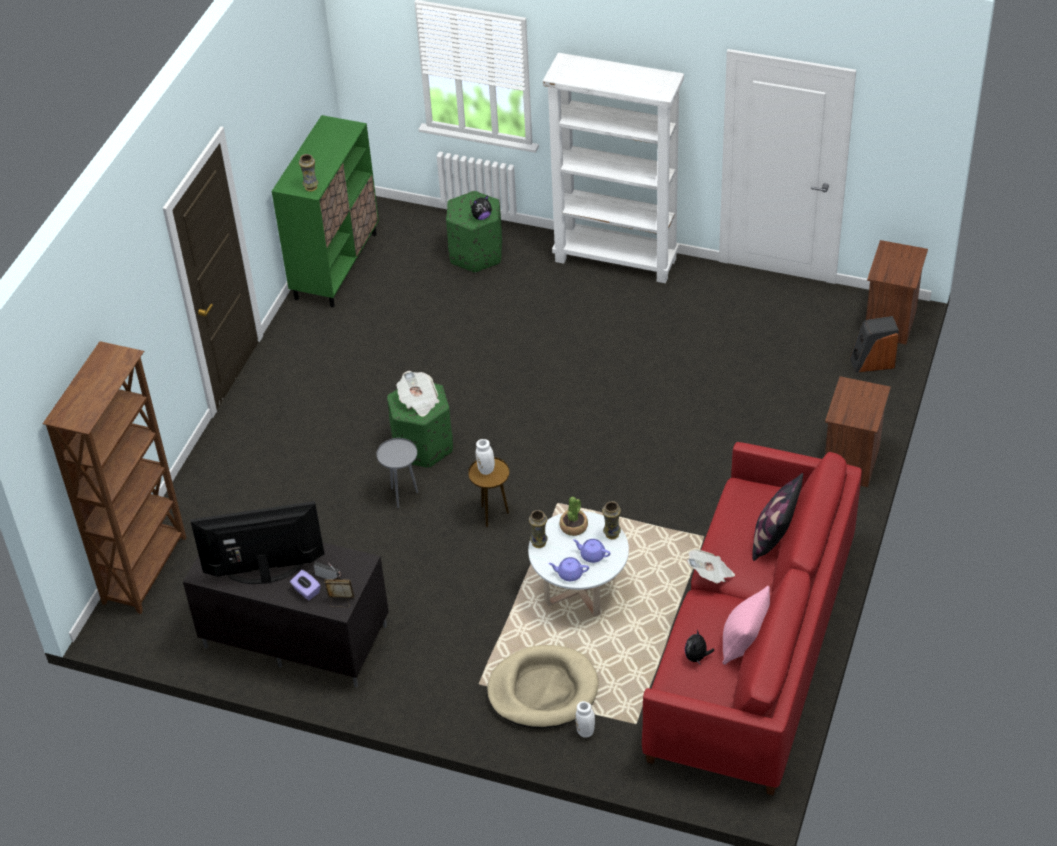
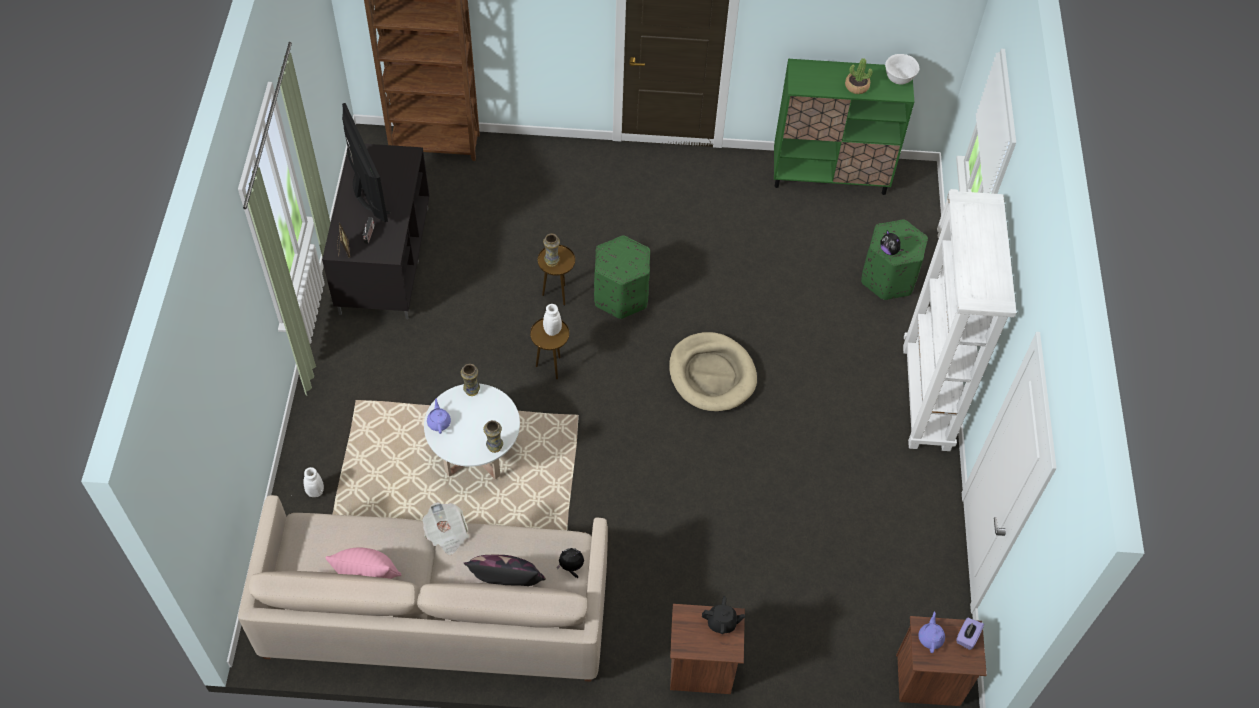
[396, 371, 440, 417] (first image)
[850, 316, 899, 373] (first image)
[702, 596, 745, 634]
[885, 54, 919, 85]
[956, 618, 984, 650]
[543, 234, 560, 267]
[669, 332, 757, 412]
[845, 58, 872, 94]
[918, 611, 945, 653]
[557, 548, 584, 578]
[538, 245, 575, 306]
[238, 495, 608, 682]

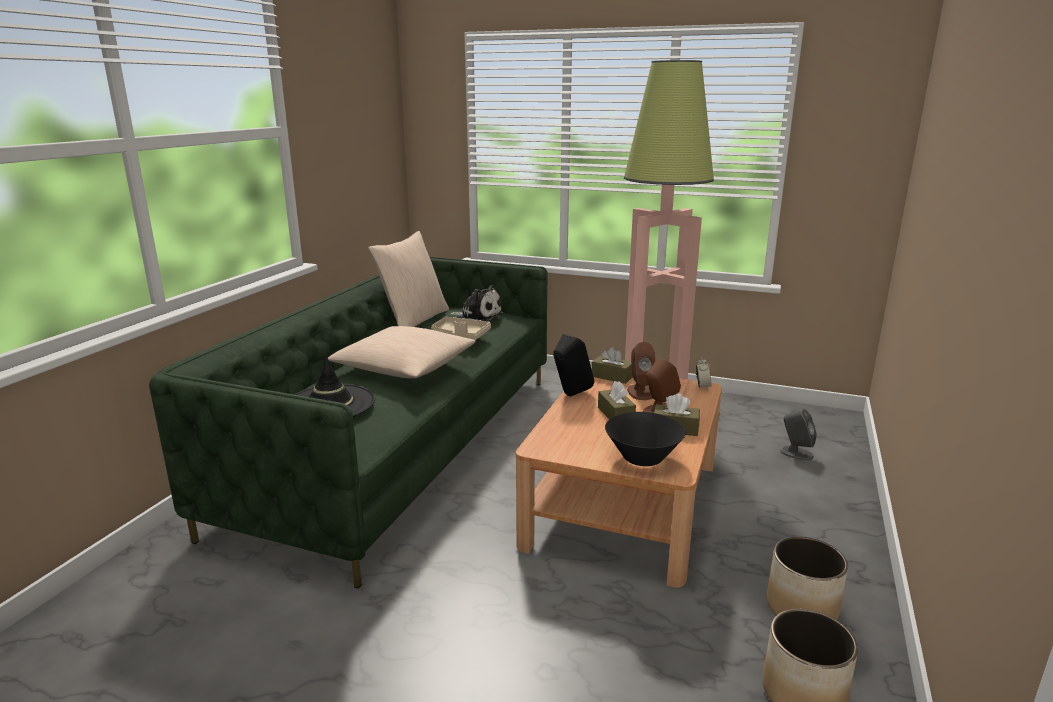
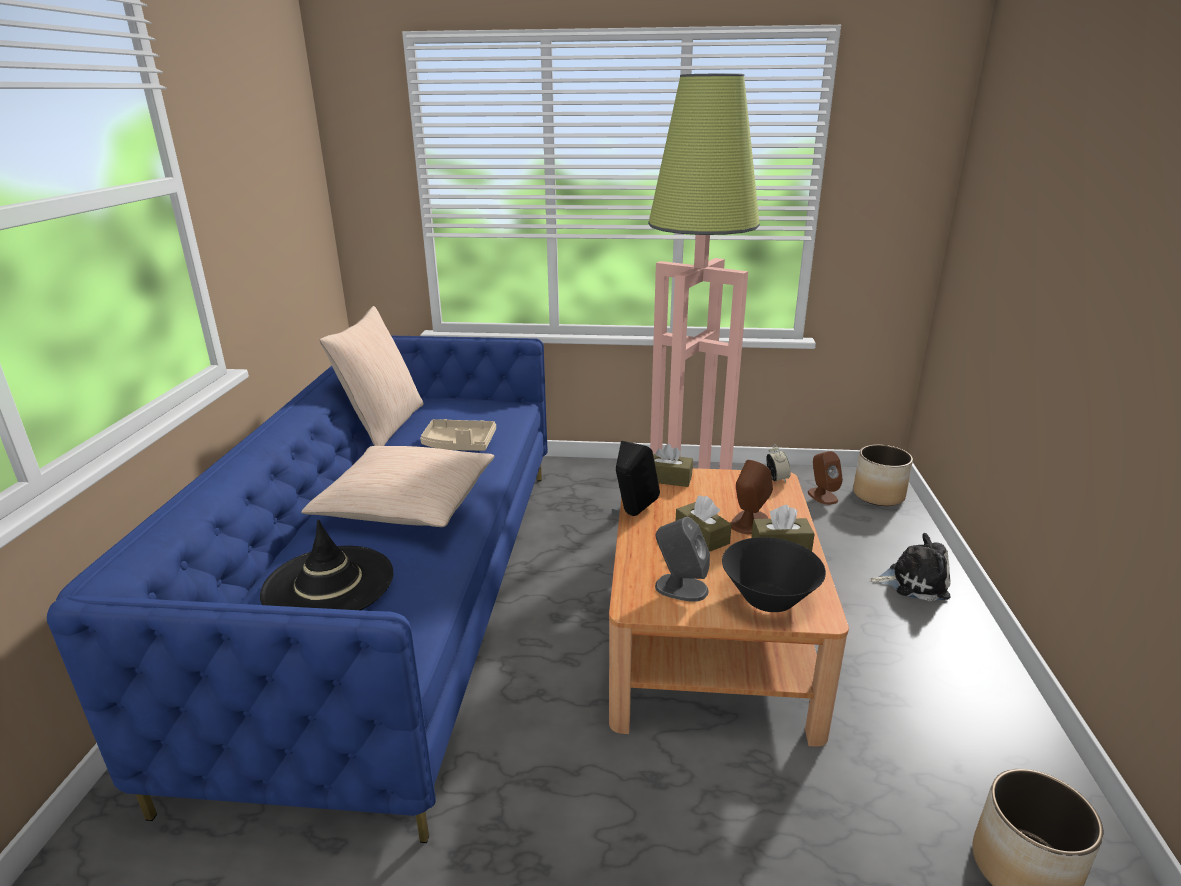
[869, 533, 951, 601]
[808, 451, 843, 505]
[853, 445, 913, 506]
[655, 517, 710, 602]
[47, 336, 548, 843]

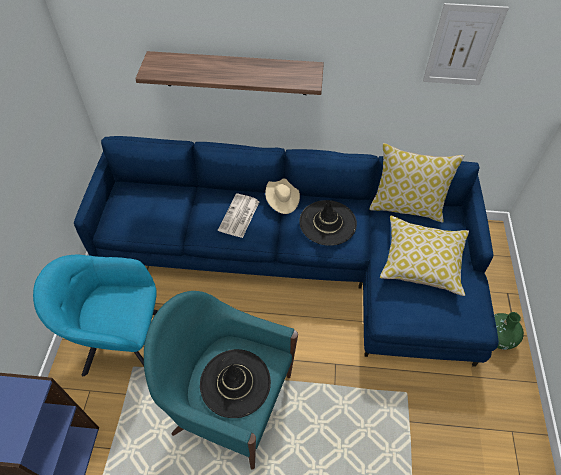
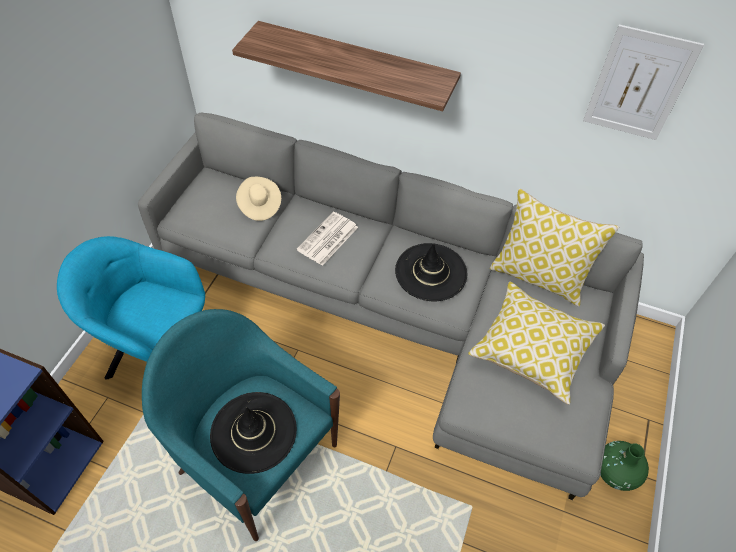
[236, 177, 281, 221]
[138, 113, 644, 500]

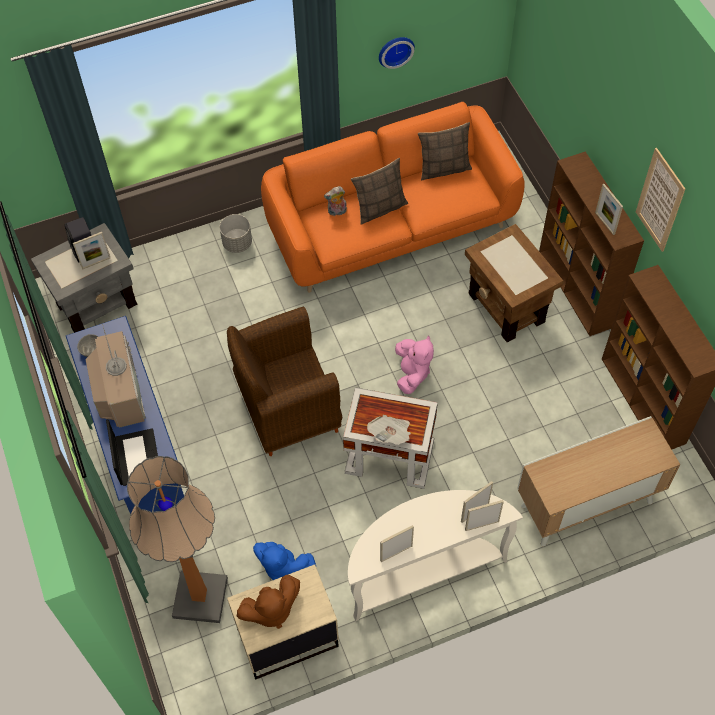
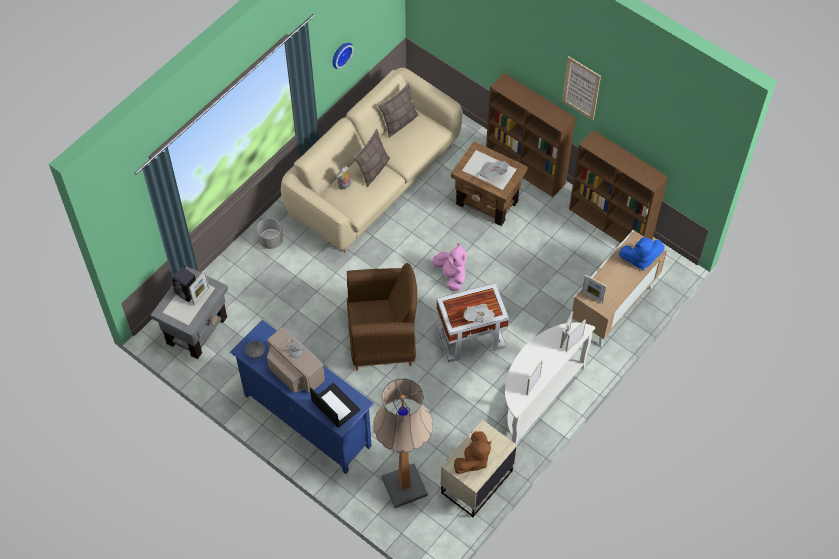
[478, 161, 509, 180]
[619, 237, 665, 271]
[582, 274, 607, 304]
[281, 68, 463, 253]
[347, 263, 417, 371]

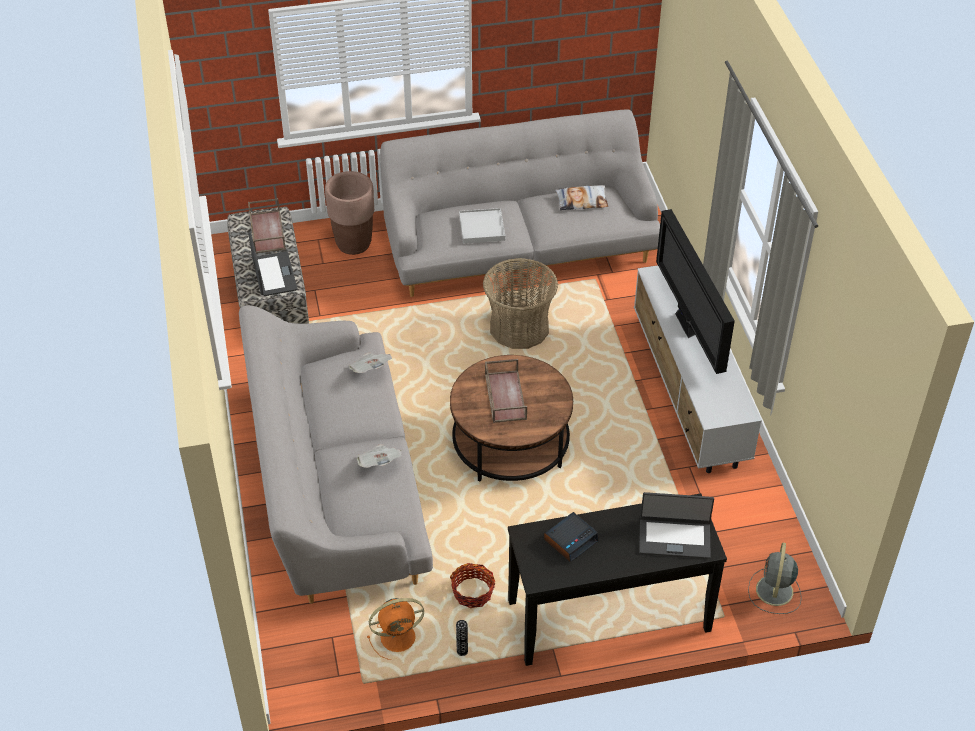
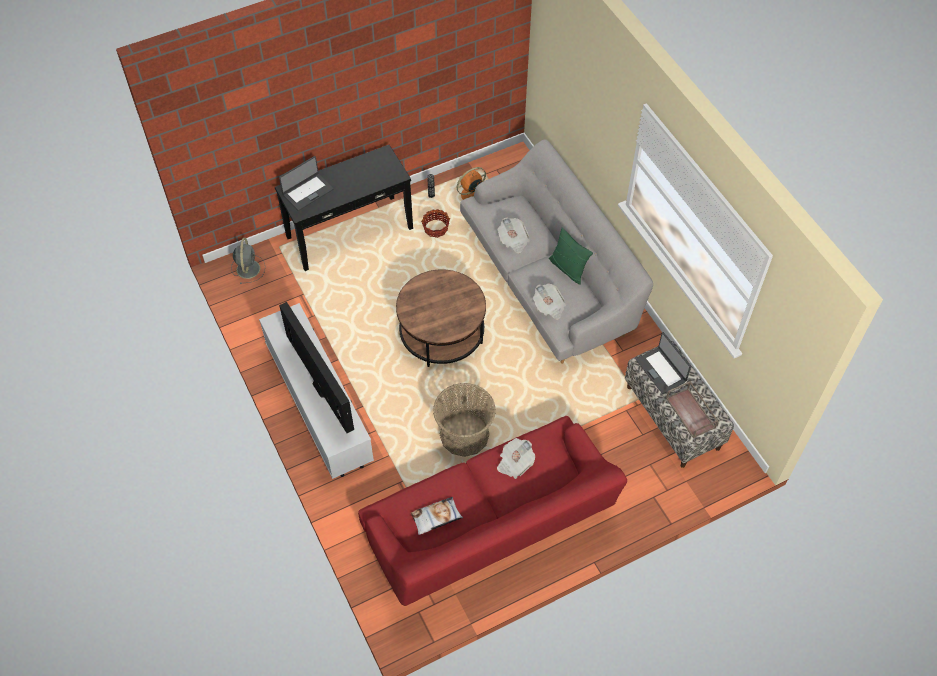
[325, 171, 374, 255] (first image)
[485, 359, 527, 423] (first image)
[544, 512, 599, 563] (first image)
[549, 228, 593, 285]
[497, 438, 535, 479]
[358, 416, 627, 606]
[279, 156, 334, 211]

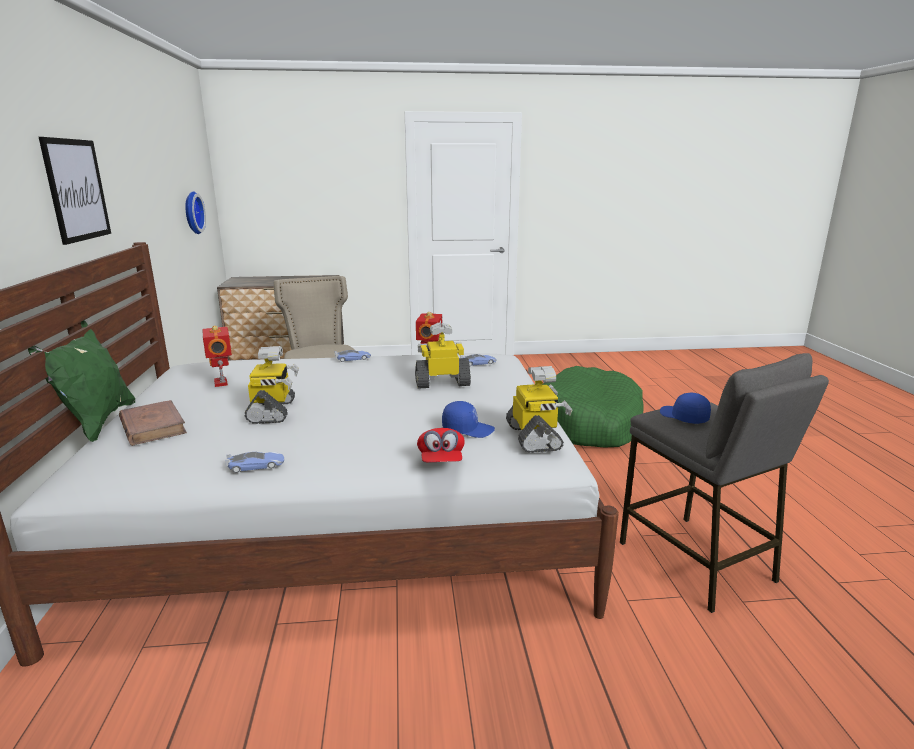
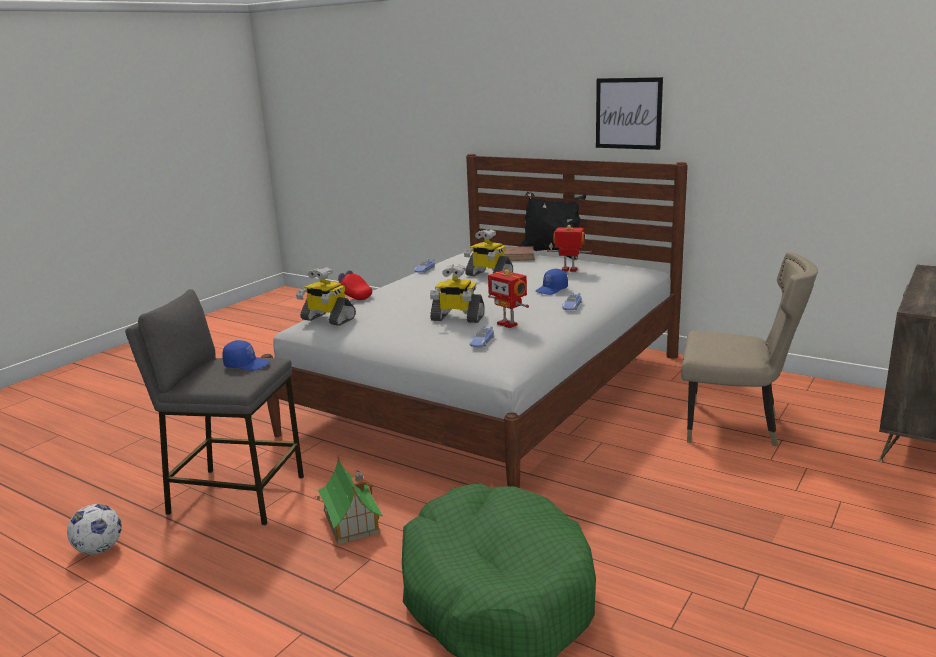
[185, 191, 206, 234] (first image)
[67, 504, 122, 555]
[317, 457, 383, 544]
[536, 269, 568, 295]
[519, 192, 586, 260]
[430, 264, 485, 323]

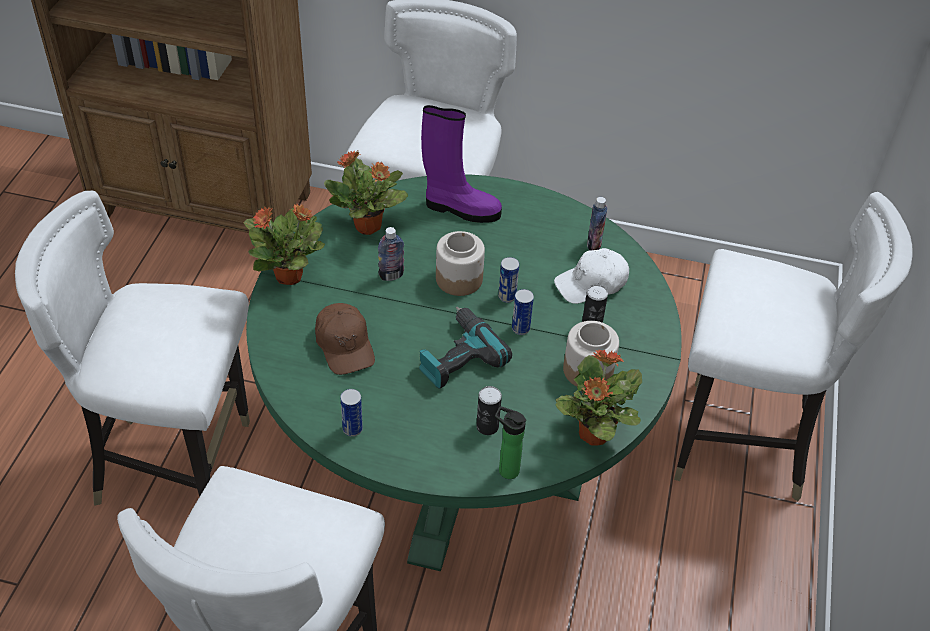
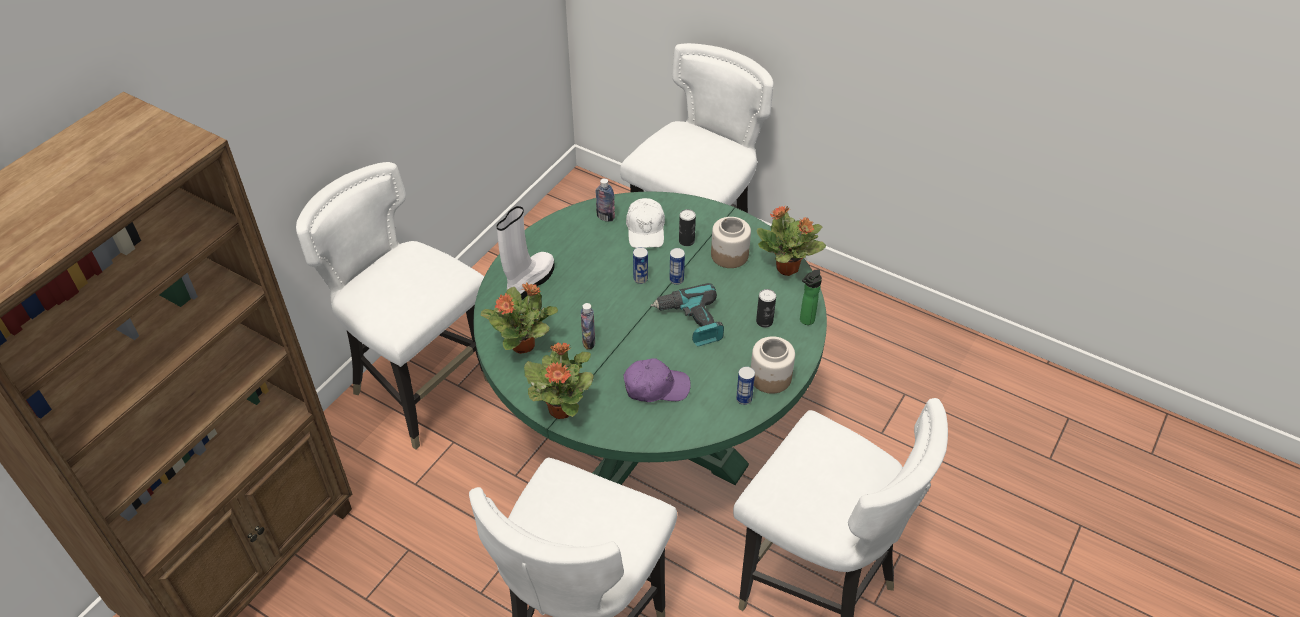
[751, 336, 795, 394]
[624, 358, 691, 402]
[497, 206, 555, 300]

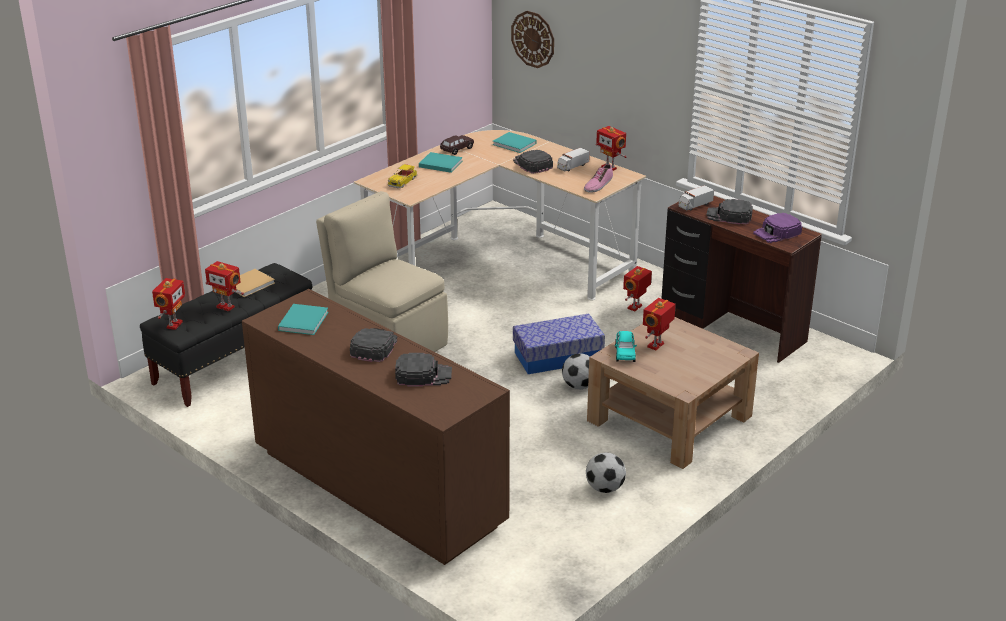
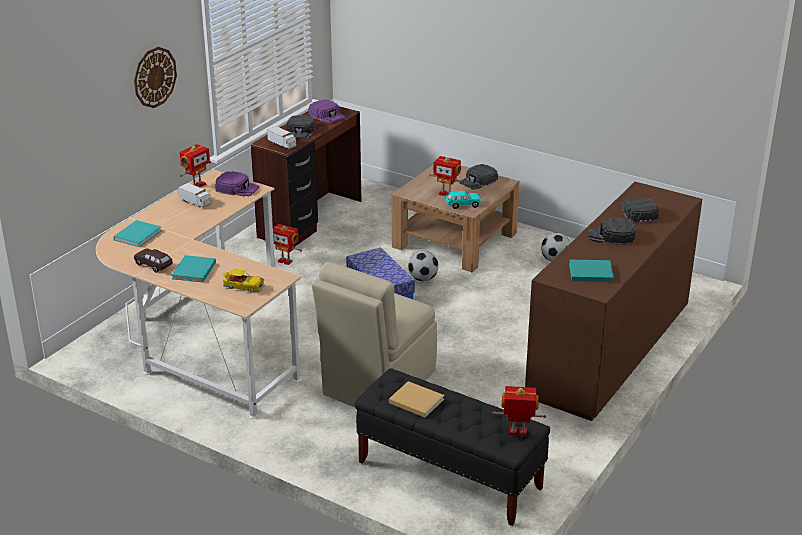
[205, 261, 244, 311] (first image)
[134, 47, 177, 108]
[459, 164, 498, 190]
[215, 171, 259, 196]

